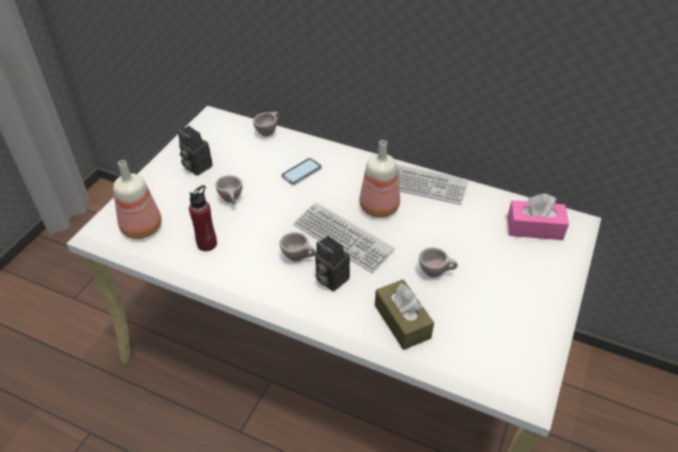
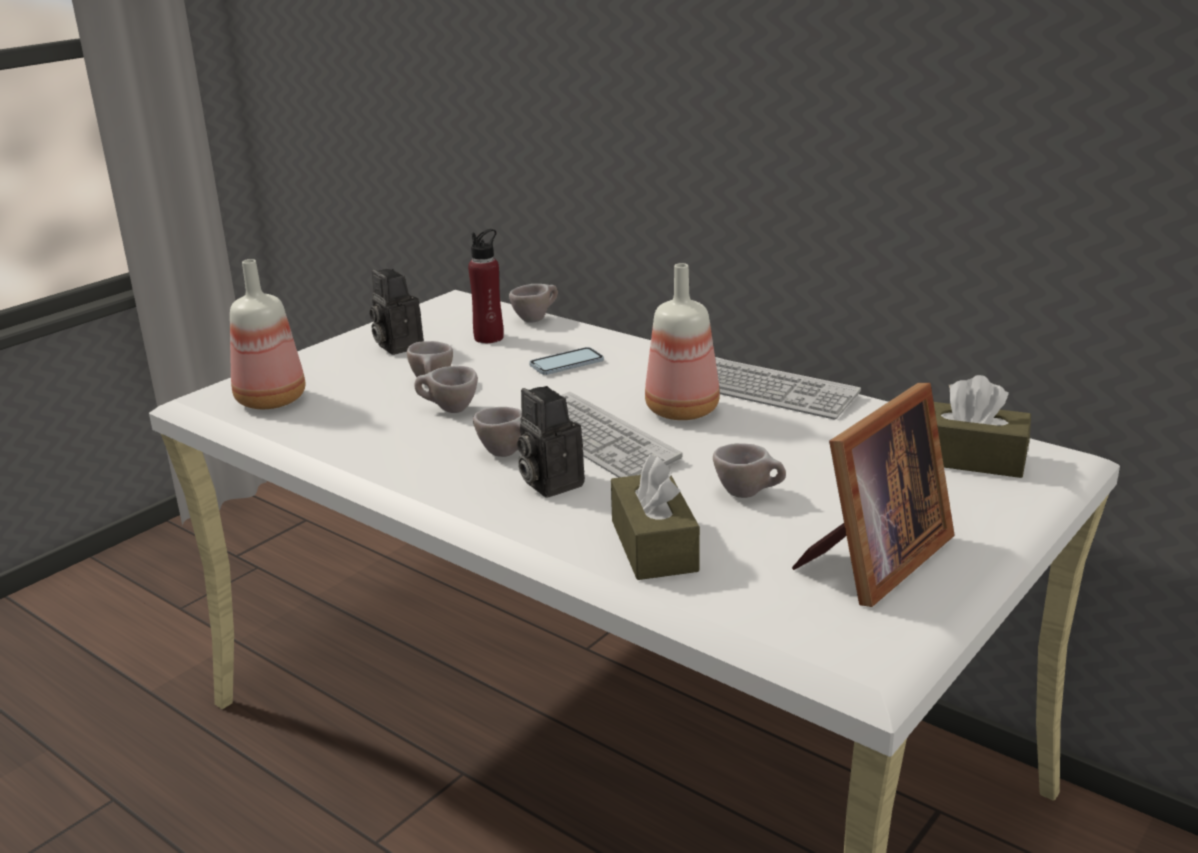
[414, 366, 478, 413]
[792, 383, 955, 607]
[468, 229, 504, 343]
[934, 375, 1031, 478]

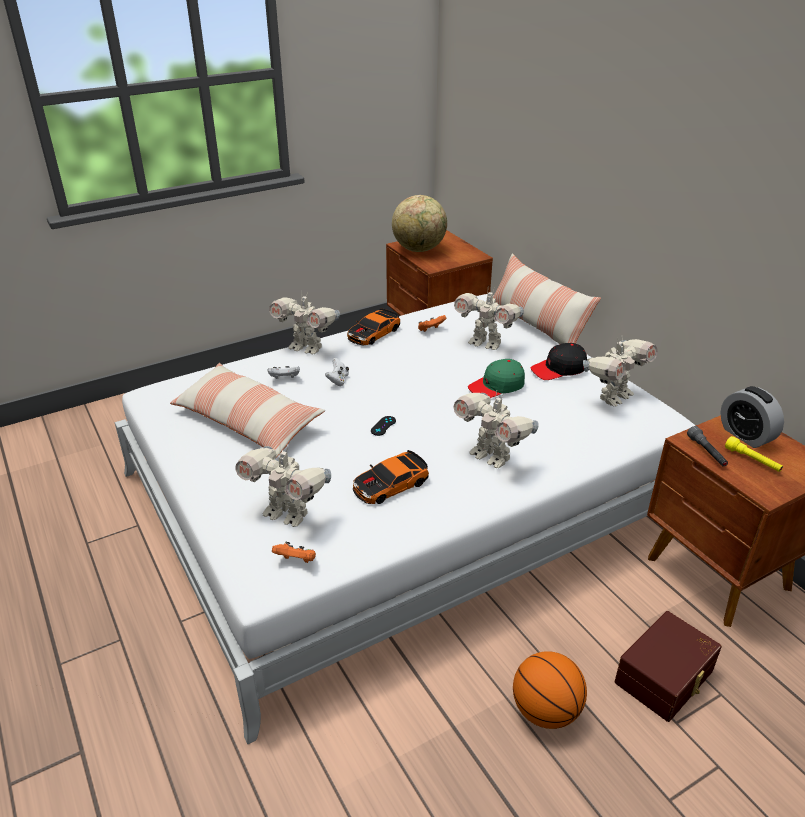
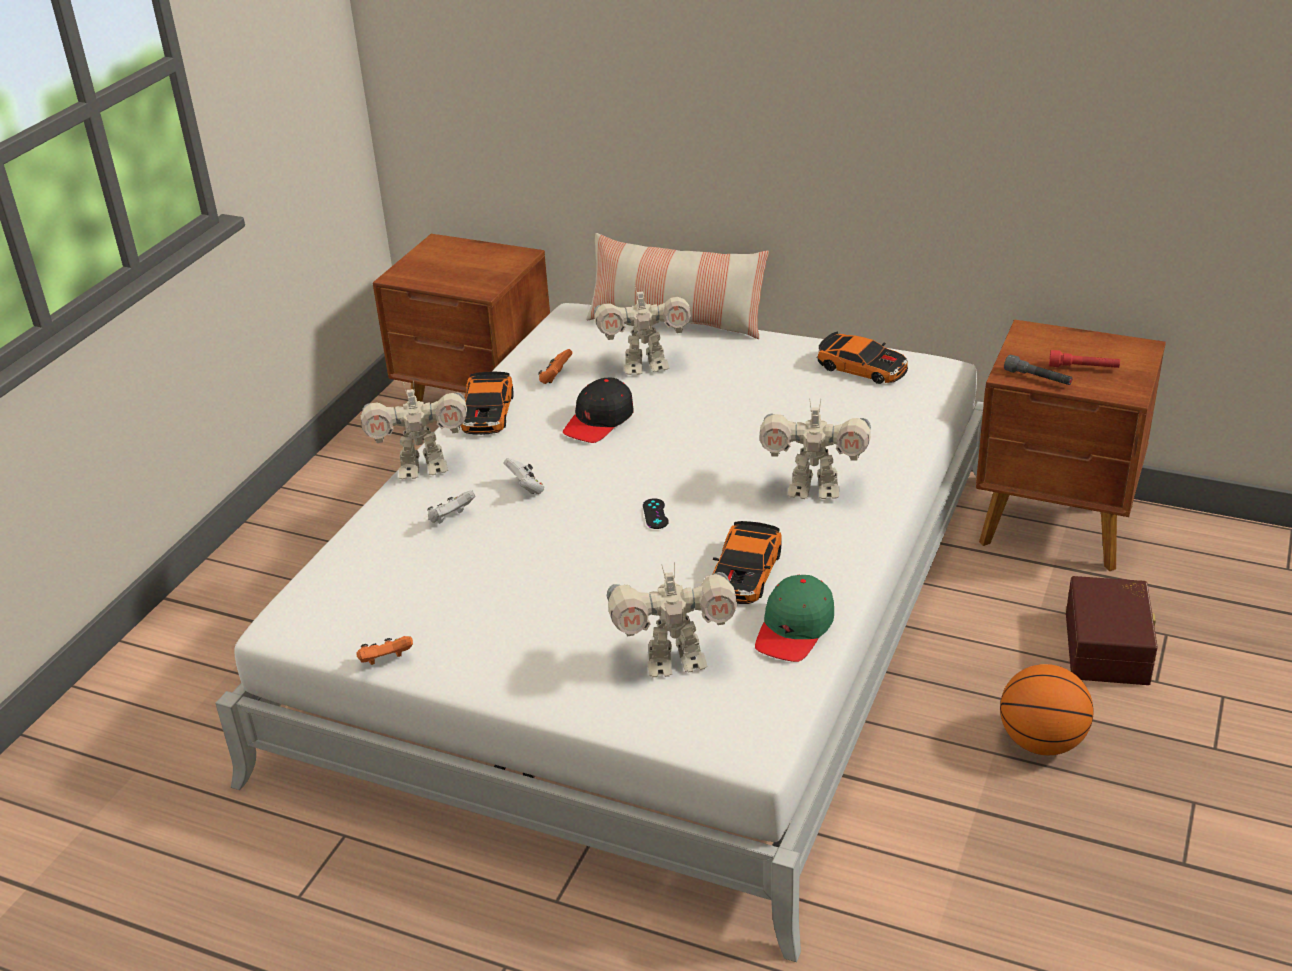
[170, 363, 325, 457] (first image)
[392, 195, 447, 252] (first image)
[721, 386, 784, 448] (first image)
[356, 636, 413, 665]
[755, 575, 834, 662]
[563, 378, 634, 443]
[817, 331, 908, 384]
[1049, 350, 1120, 368]

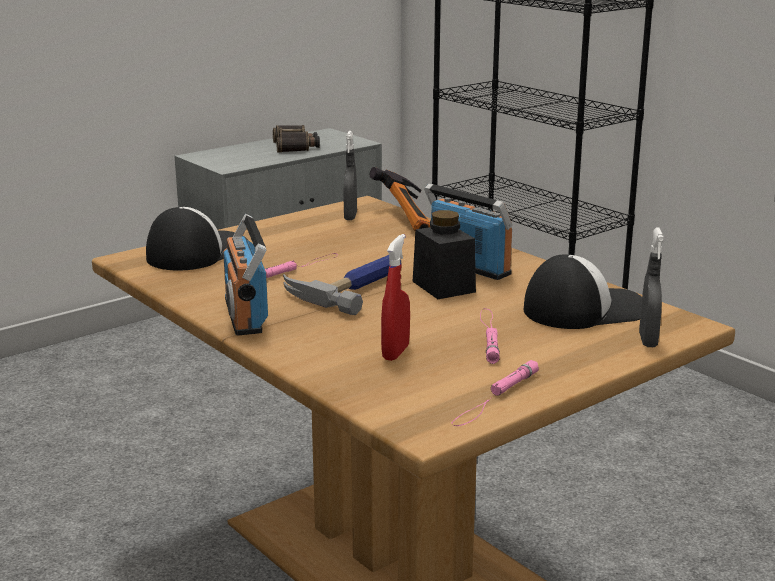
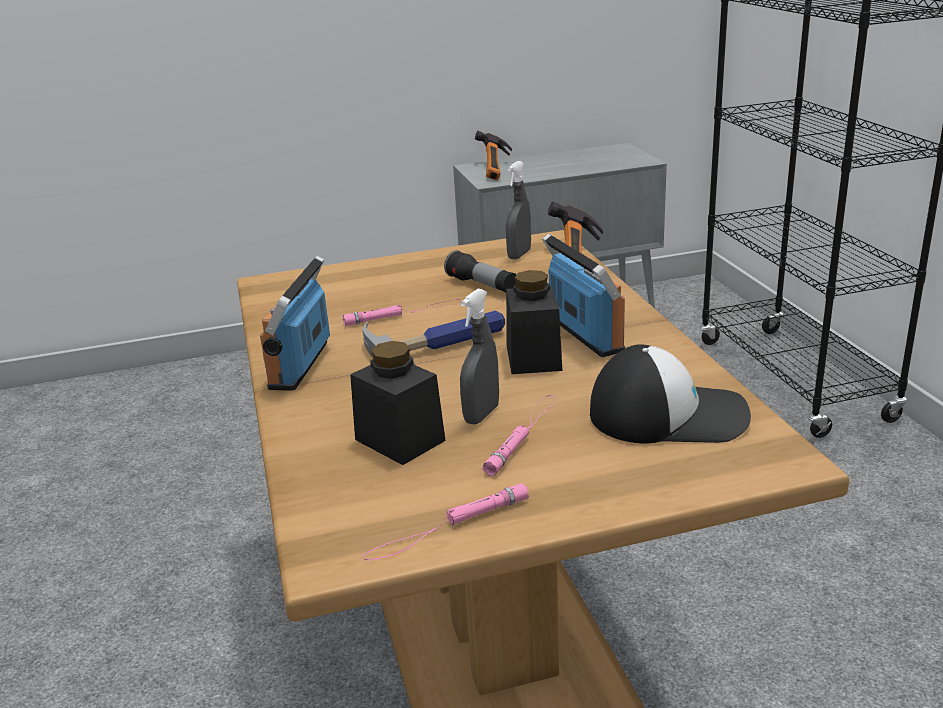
[146, 207, 248, 270] (first image)
[273, 125, 320, 152] (first image)
[444, 250, 517, 293]
[475, 131, 512, 180]
[460, 289, 499, 424]
[350, 341, 446, 465]

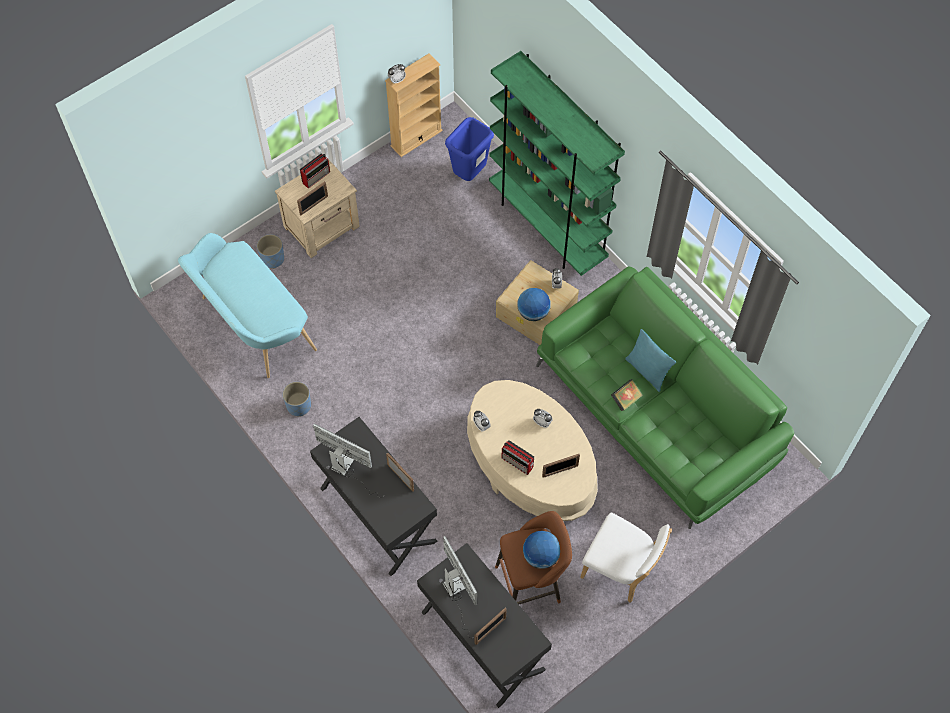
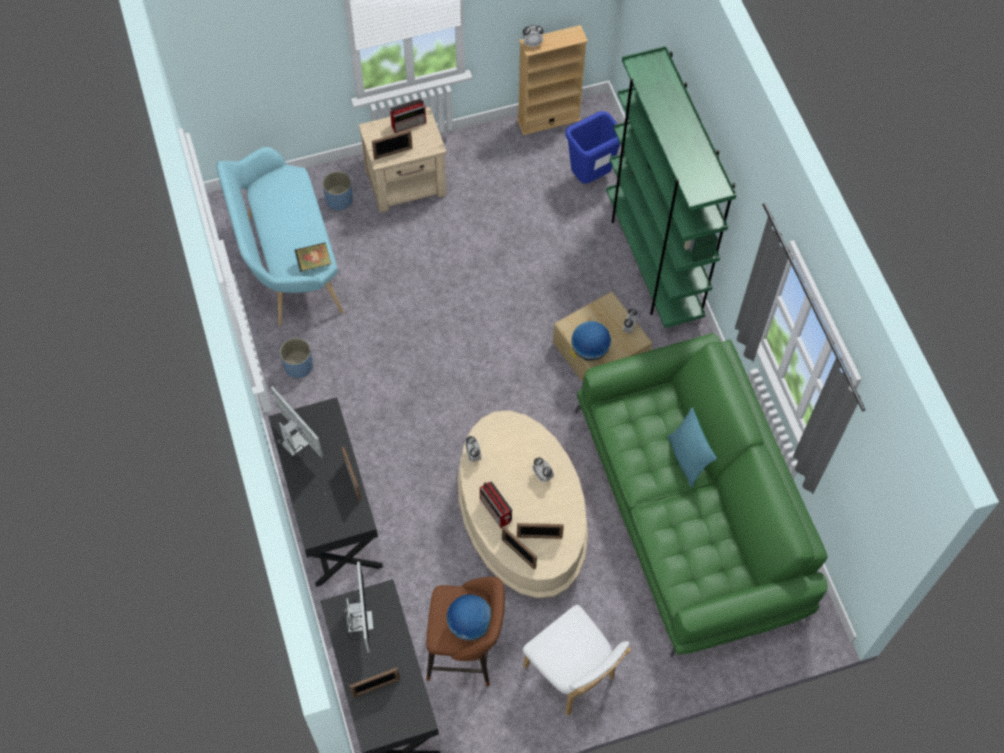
[502, 526, 537, 569]
[294, 242, 332, 272]

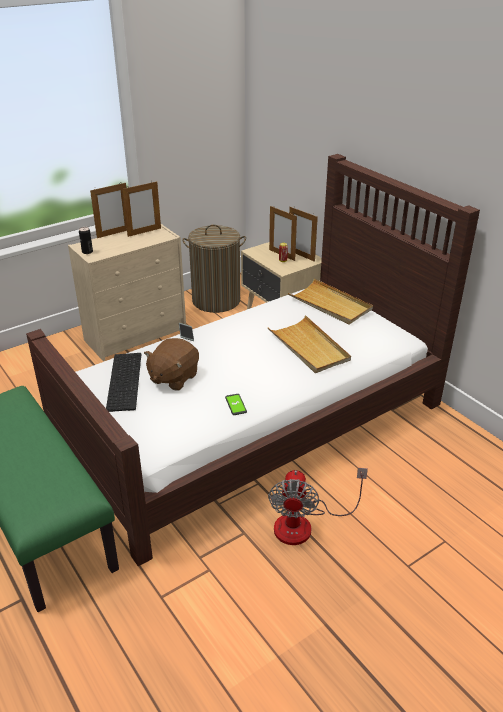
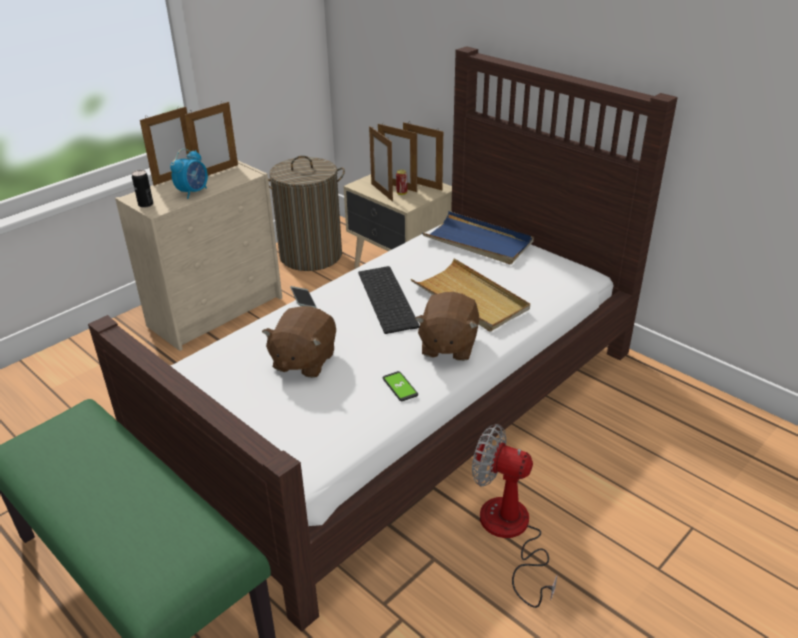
[170, 149, 208, 199]
[369, 126, 393, 201]
[415, 292, 479, 361]
[358, 266, 420, 334]
[422, 211, 534, 264]
[472, 424, 557, 608]

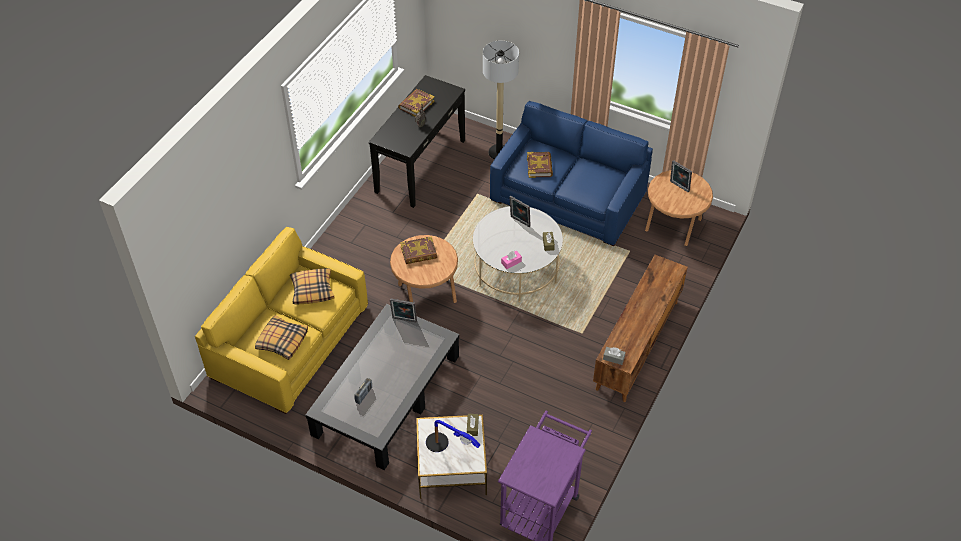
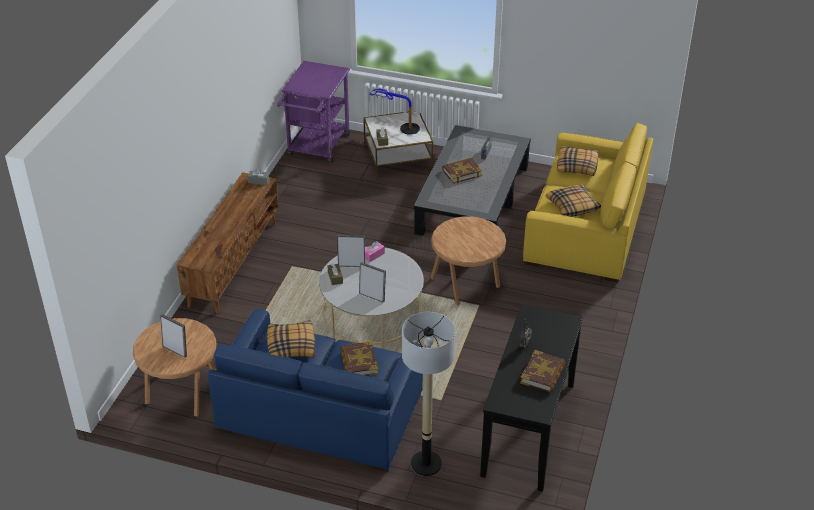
[267, 320, 316, 358]
[337, 235, 365, 267]
[442, 158, 483, 184]

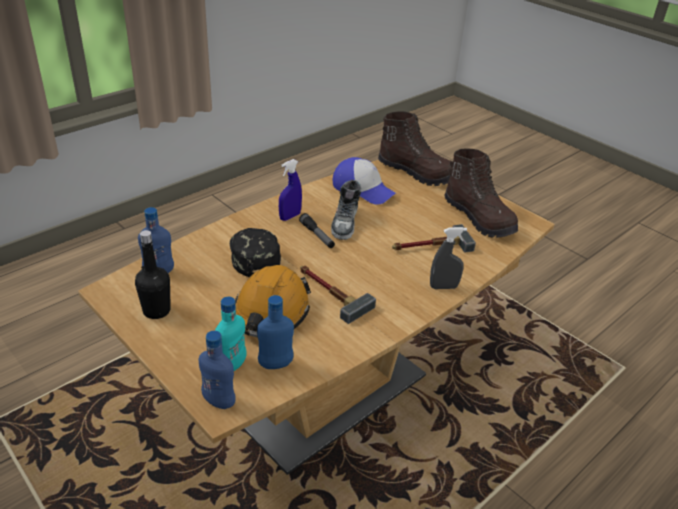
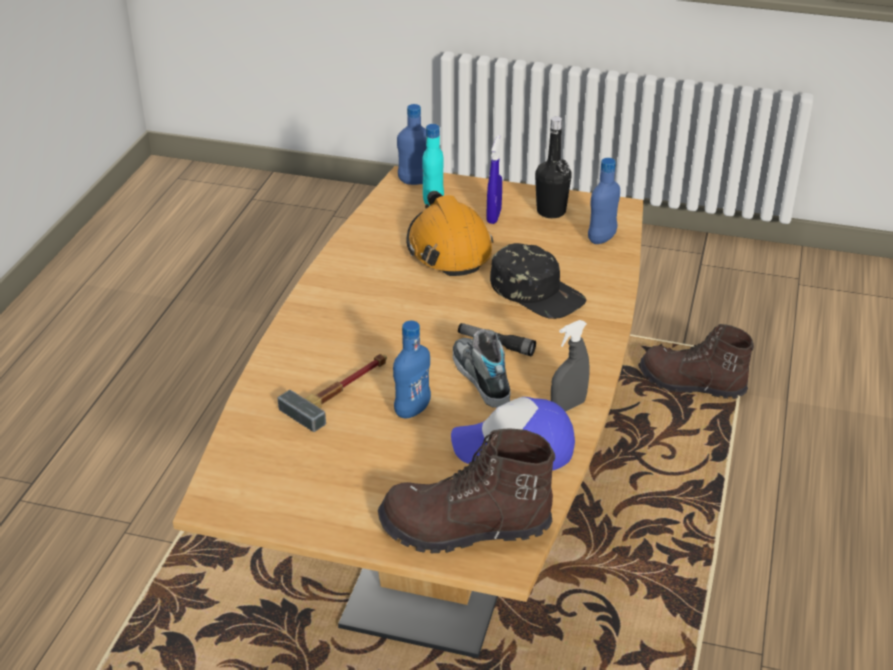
[300, 265, 376, 324] (first image)
[393, 321, 431, 419]
[486, 135, 502, 224]
[551, 320, 589, 412]
[640, 324, 754, 399]

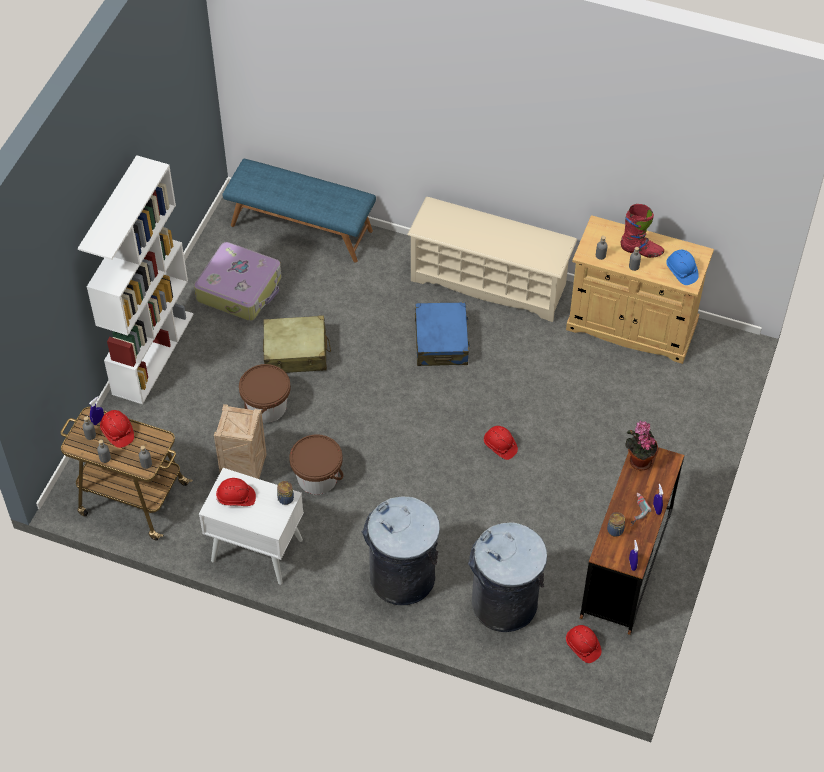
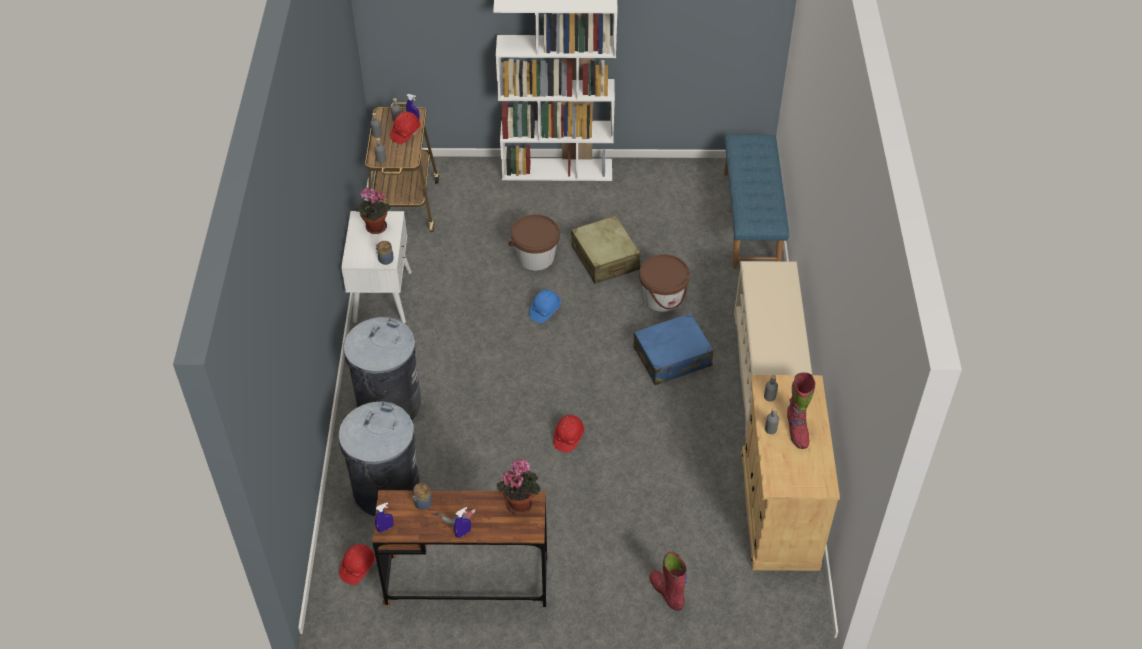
[194, 242, 282, 321] (first image)
[214, 404, 267, 479] (first image)
[650, 552, 687, 611]
[639, 254, 690, 312]
[529, 289, 561, 323]
[356, 188, 391, 234]

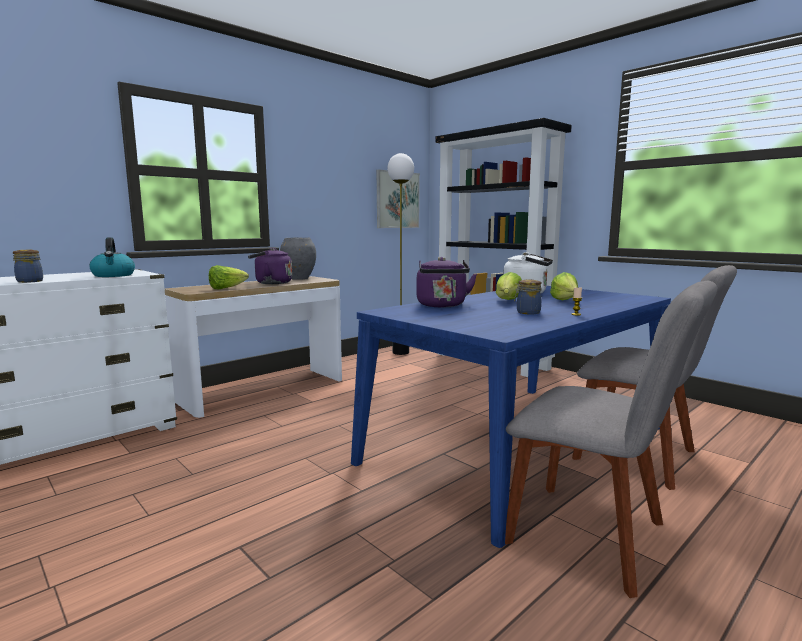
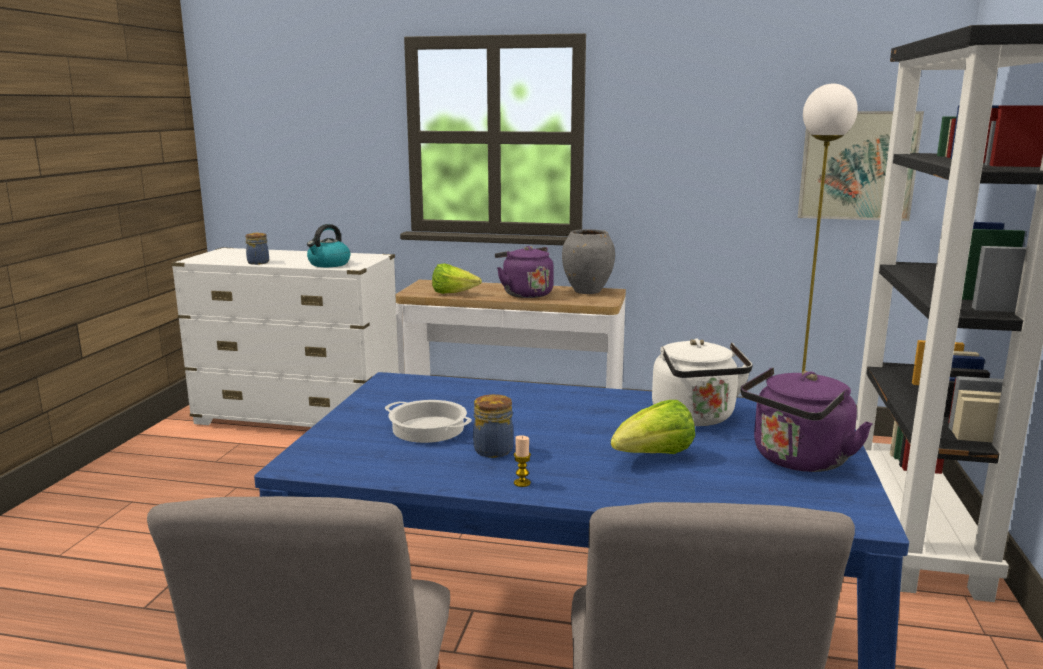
[496, 272, 522, 300] (first image)
[384, 400, 472, 443]
[741, 367, 873, 472]

